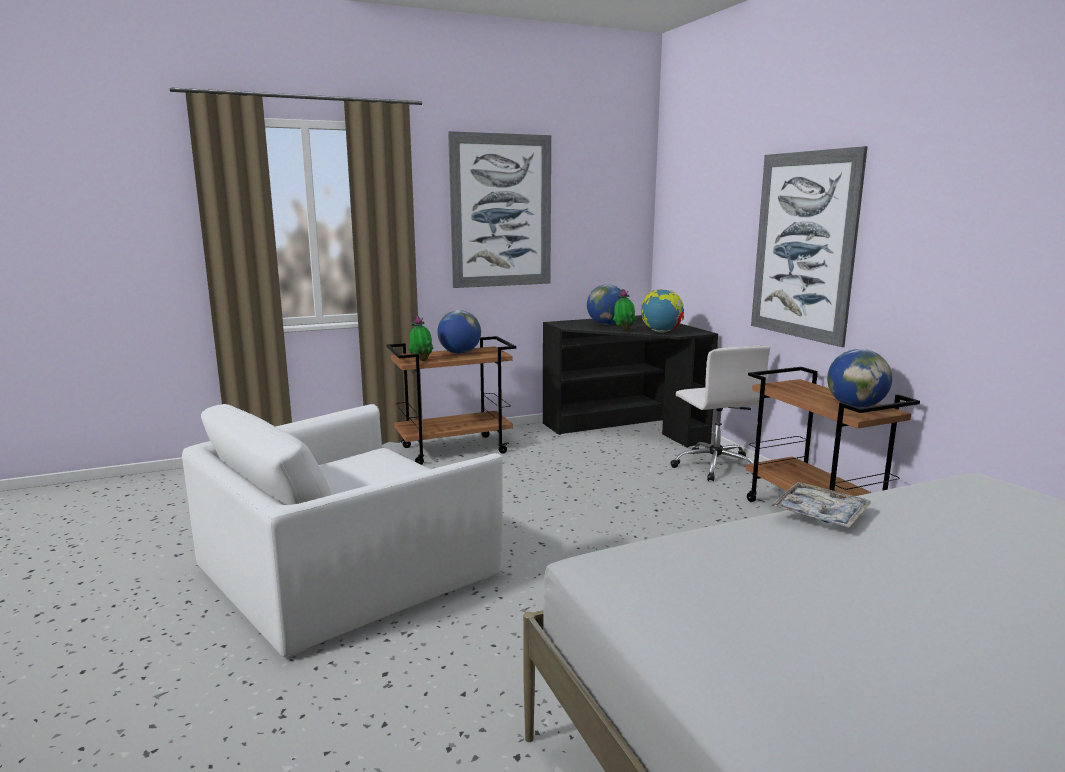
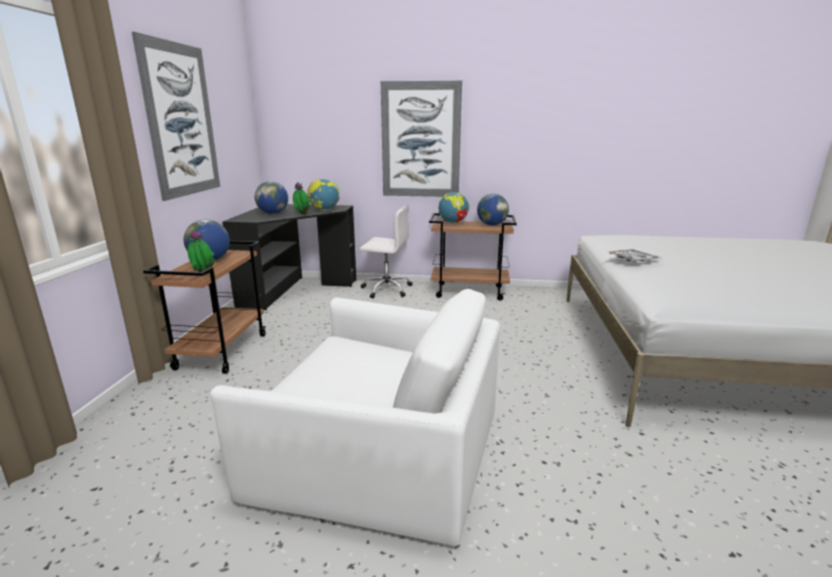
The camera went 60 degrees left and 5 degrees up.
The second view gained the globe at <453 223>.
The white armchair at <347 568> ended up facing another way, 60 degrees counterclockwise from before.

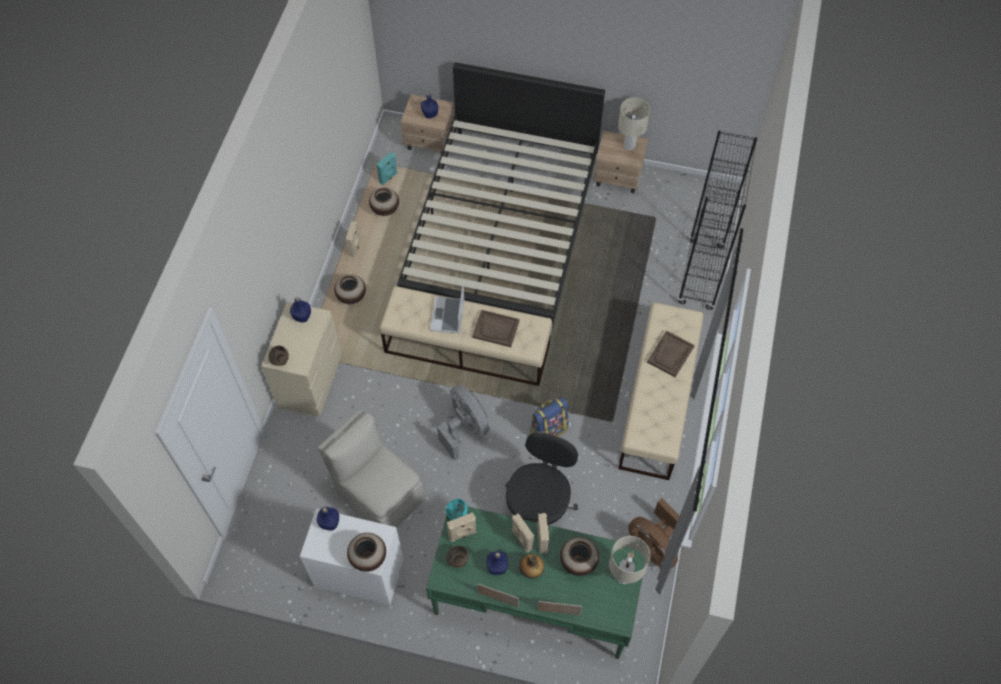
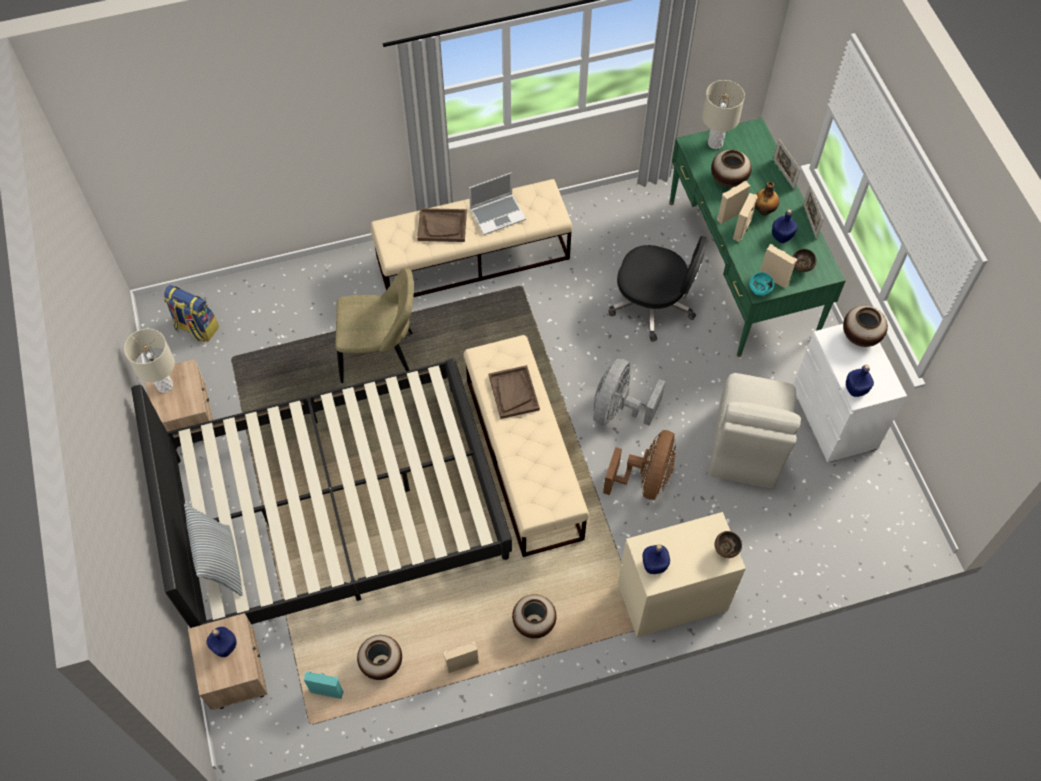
The camera went 120 degrees left and 0 degrees up.
The second view lost the black bookcase at <701 275>.
The second view gained the pillow at <221 563>.
The second view gained the beige chair at <382 357>.
The laptop ended up elsewhere, having gone from <448 316> to <498 214>.
The backpack ended up elsewhere, having gone from <548 429> to <196 328>.
The brown fan ended up elsewhere, having gone from <653 546> to <645 479>.
The black office chair at <538 505> ended up facing another way, 150 degrees counterclockwise from before.

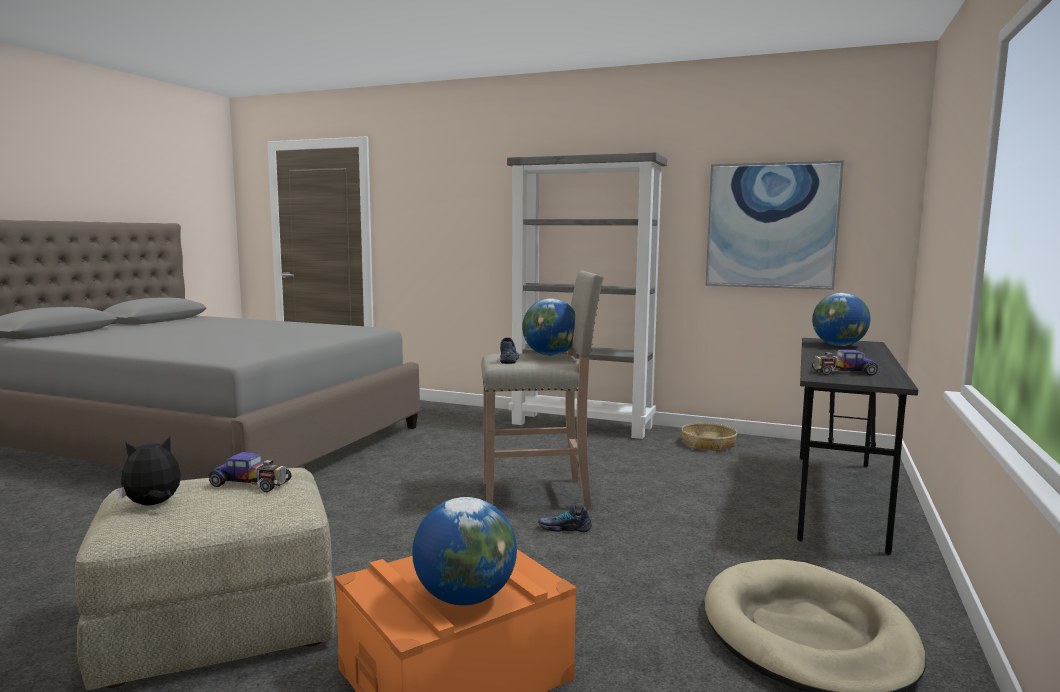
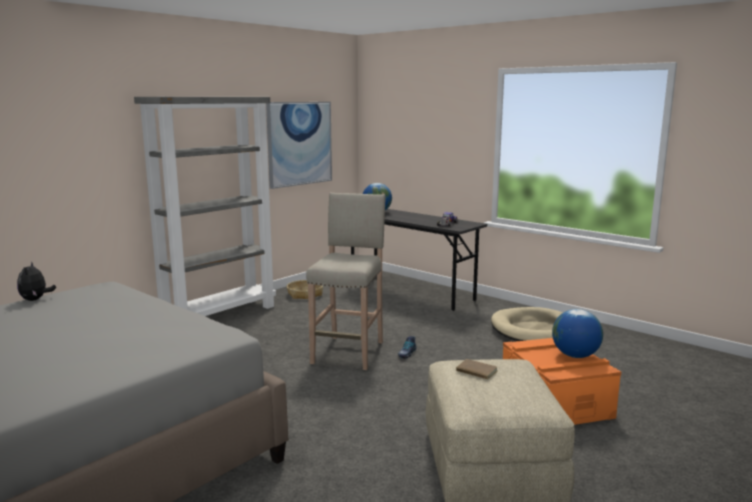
The camera went 70 degrees left and 5 degrees up.
The second view lost the shoe at <509 359>.
The second view lost the globe at <550 355>.
The plush toy ended up elsewhere, having gone from <153 505> to <35 299>.
Where the toy car stood at <251 483>, the brown book came to stand at <476 372>.

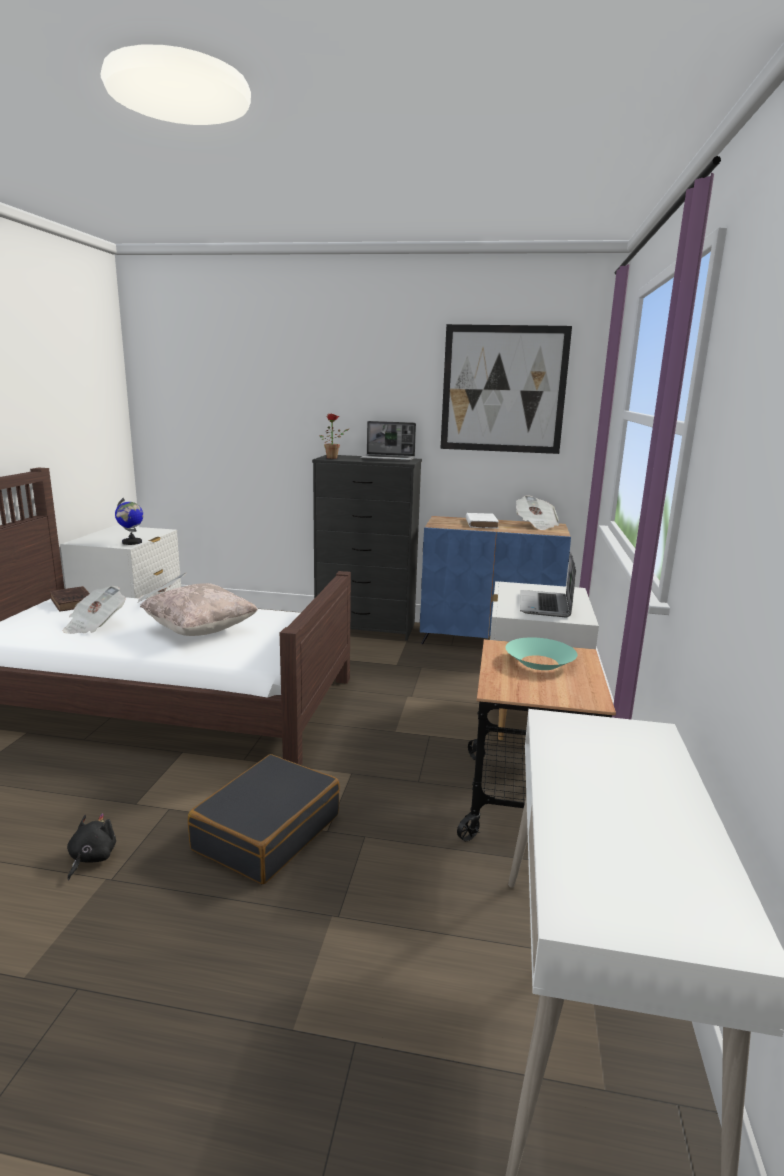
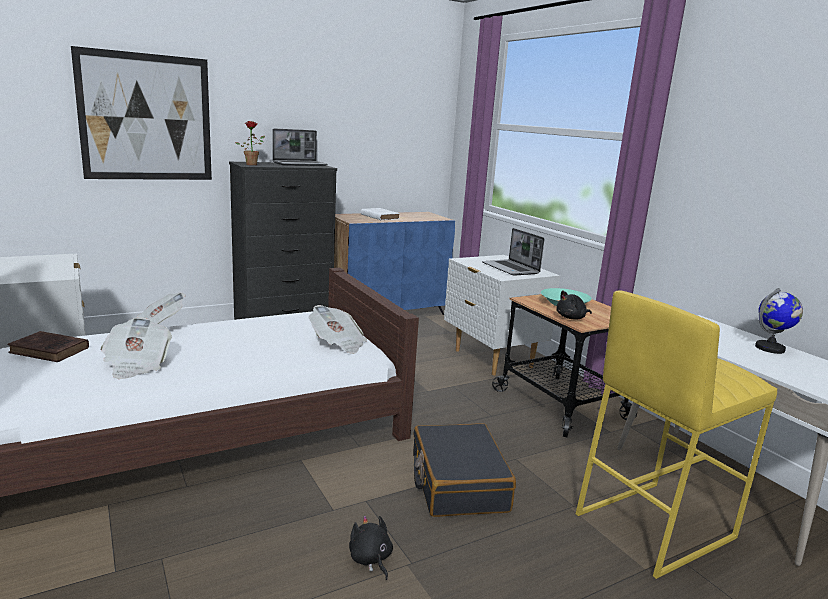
The camera went 40 degrees left and 0 degrees up.
The second view lost the beige pillow at <200 630>.
The second view gained the black plush toy at <572 318>.
The second view gained the yellow stool at <652 525>.
The globe ended up elsewhere, having gone from <132 542> to <770 348>.
The picture ended up elsewhere, having gone from <503 389> to <146 118>.
The newspaper ended up elsewhere, having gone from <536 525> to <338 344>.

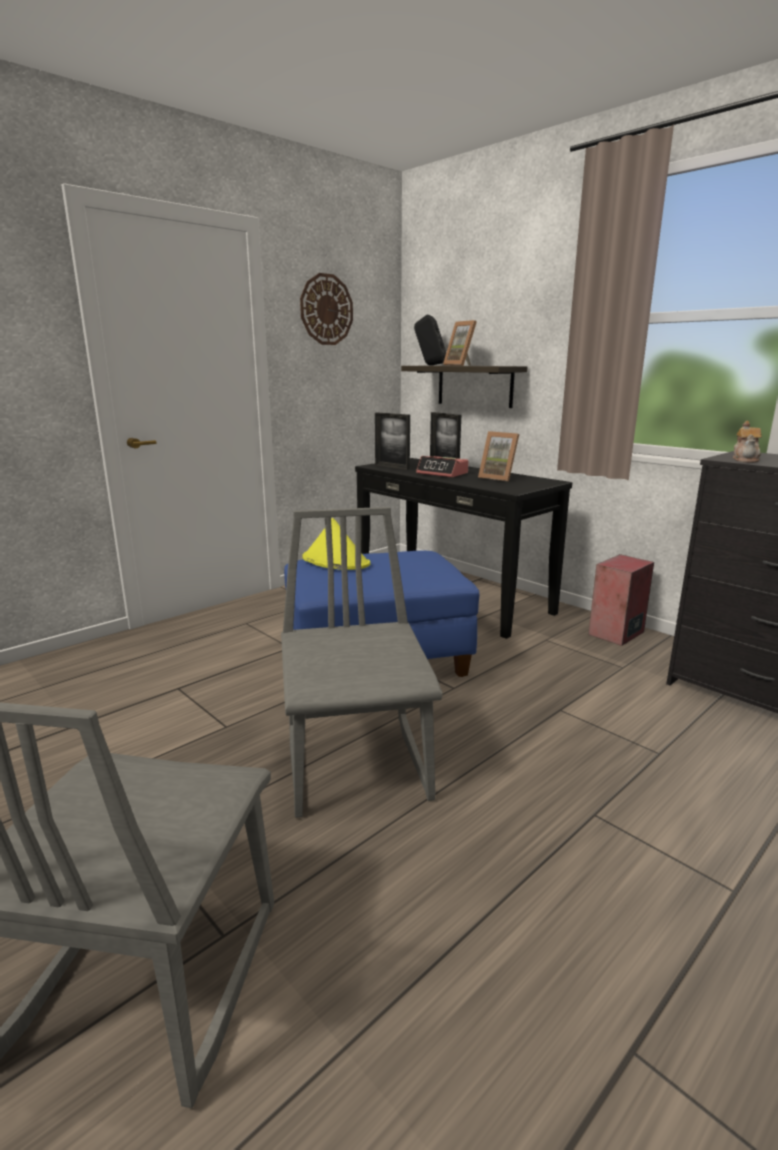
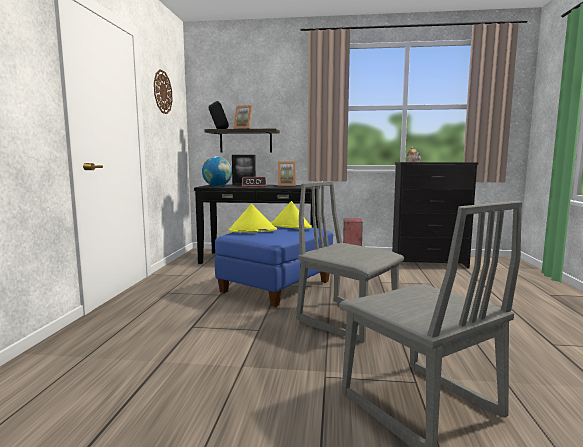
The camera went 40 degrees left and 10 degrees down.
The second view gained the yellow hat at <290 226>.
Where the picture frame stood at <392 467>, the globe came to stand at <217 186>.

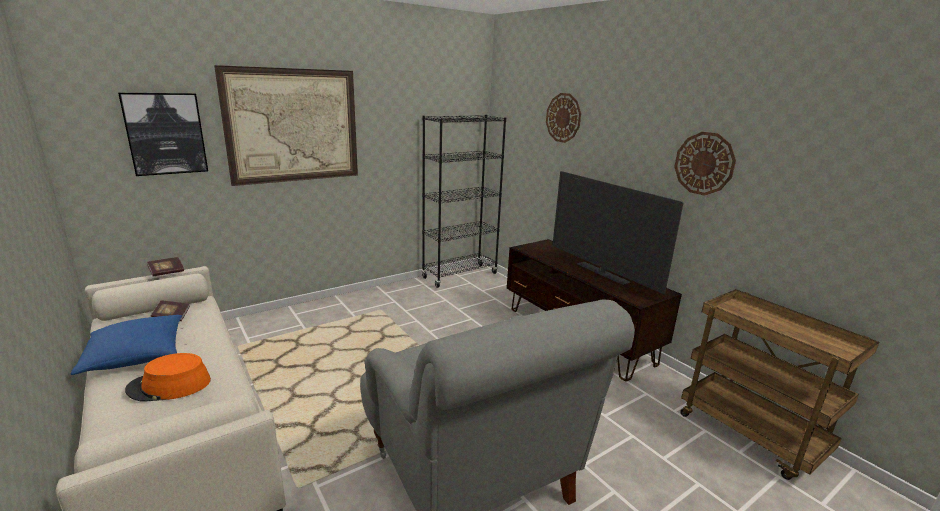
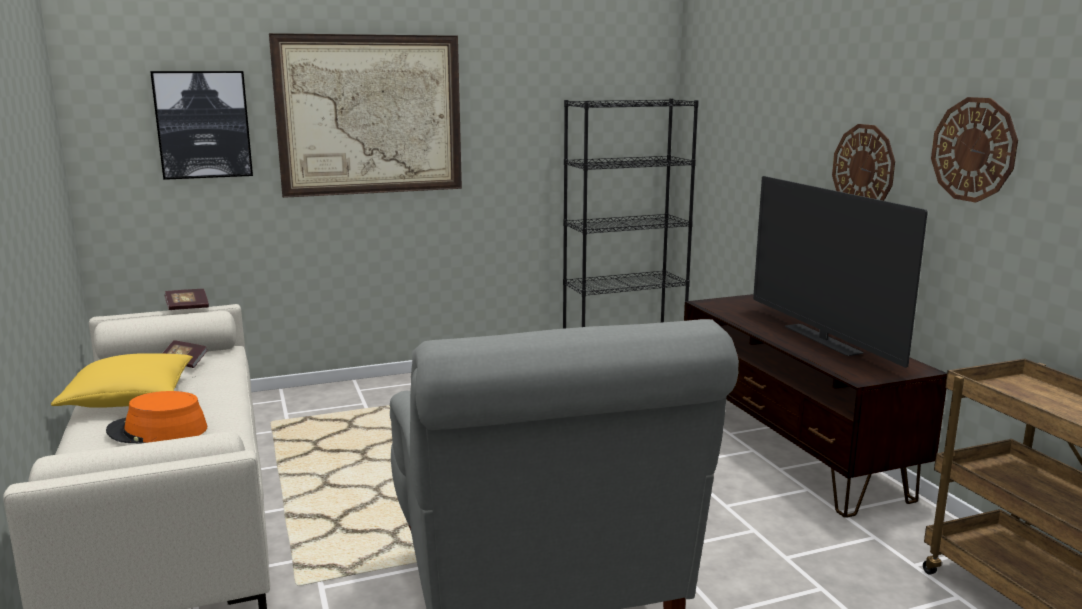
The camera went 15 degrees right and 5 degrees down.
The wall clock ended up elsewhere, having gone from <563 118> to <863 168>.
What was the blue pillow at <135 355> turned into the yellow pillow at <129 399>.

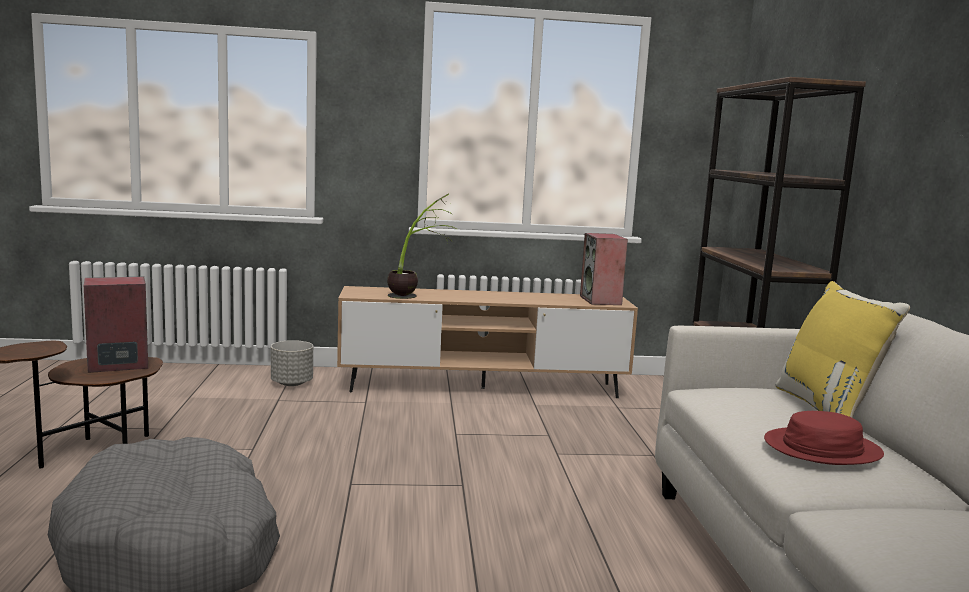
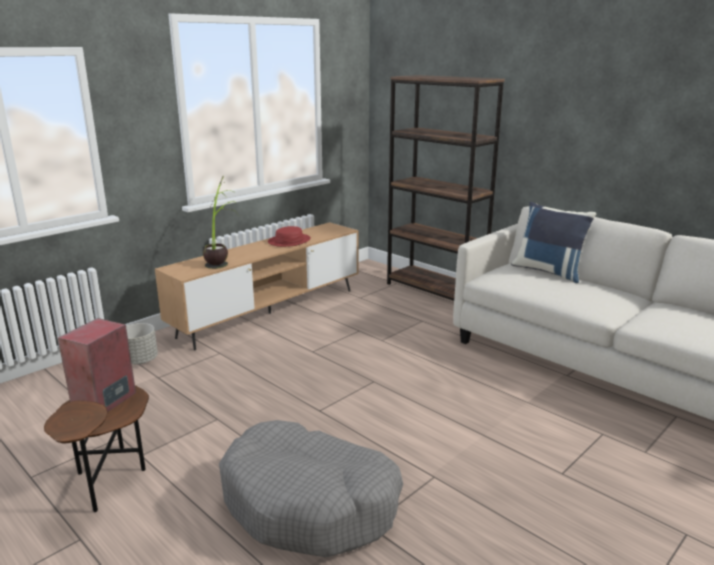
The camera went 40 degrees left and 10 degrees up.
The second view lost the speaker at <601 300>.
The red hat ended up elsewhere, having gone from <822 449> to <289 241>.
What was the yellow pillow at <828 410> turned into the blue pillow at <549 271>.

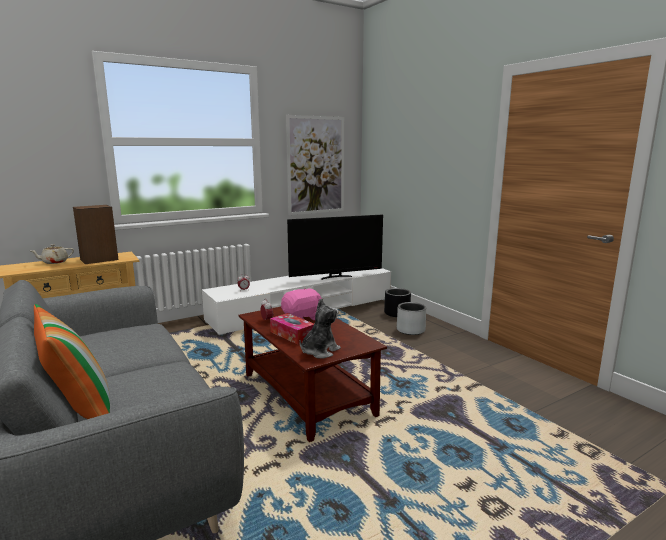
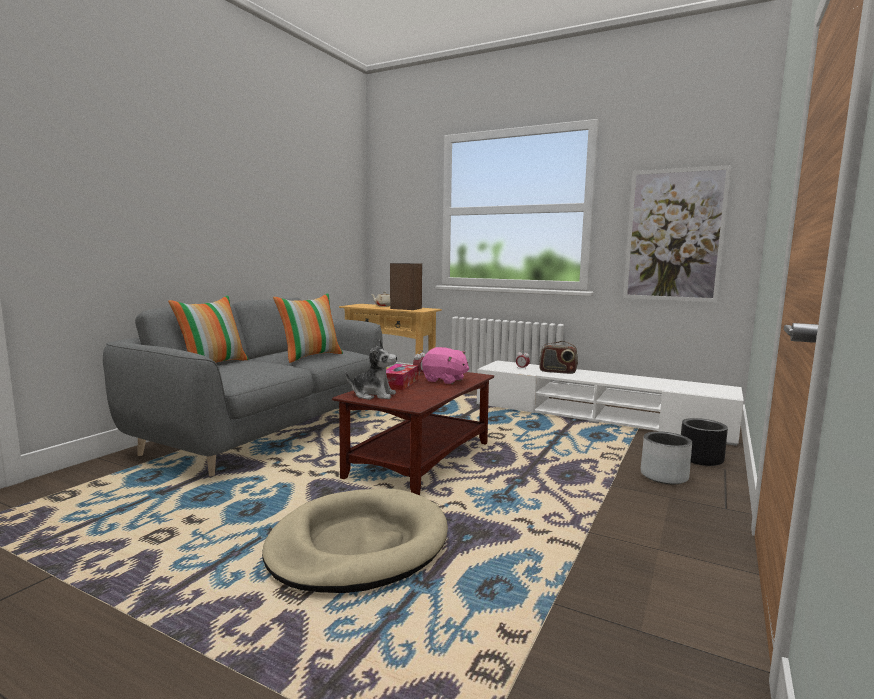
The camera went 60 degrees right and 5 degrees down.
The second view lost the television at <335 277>.
The second view gained the beige dog bed at <358 545>.
The second view gained the pillow at <311 356>.
The second view gained the radio at <557 371>.

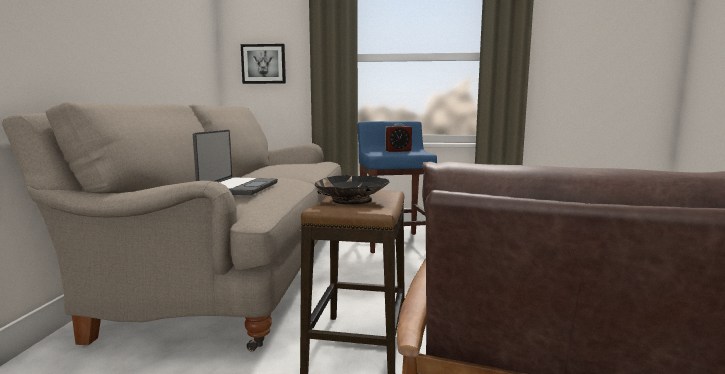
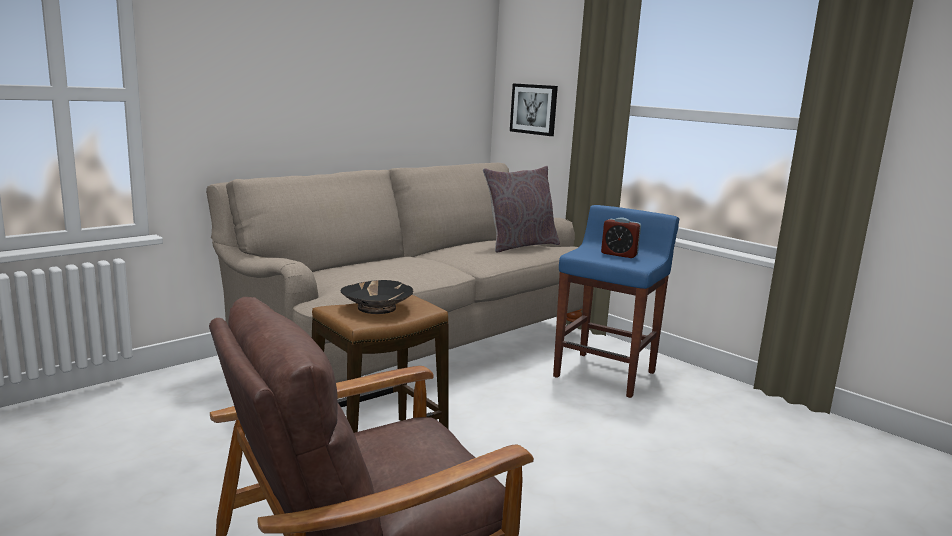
The camera went 40 degrees right and 5 degrees up.
The second view lost the laptop at <238 188>.
The second view gained the grey pillow at <519 245>.

